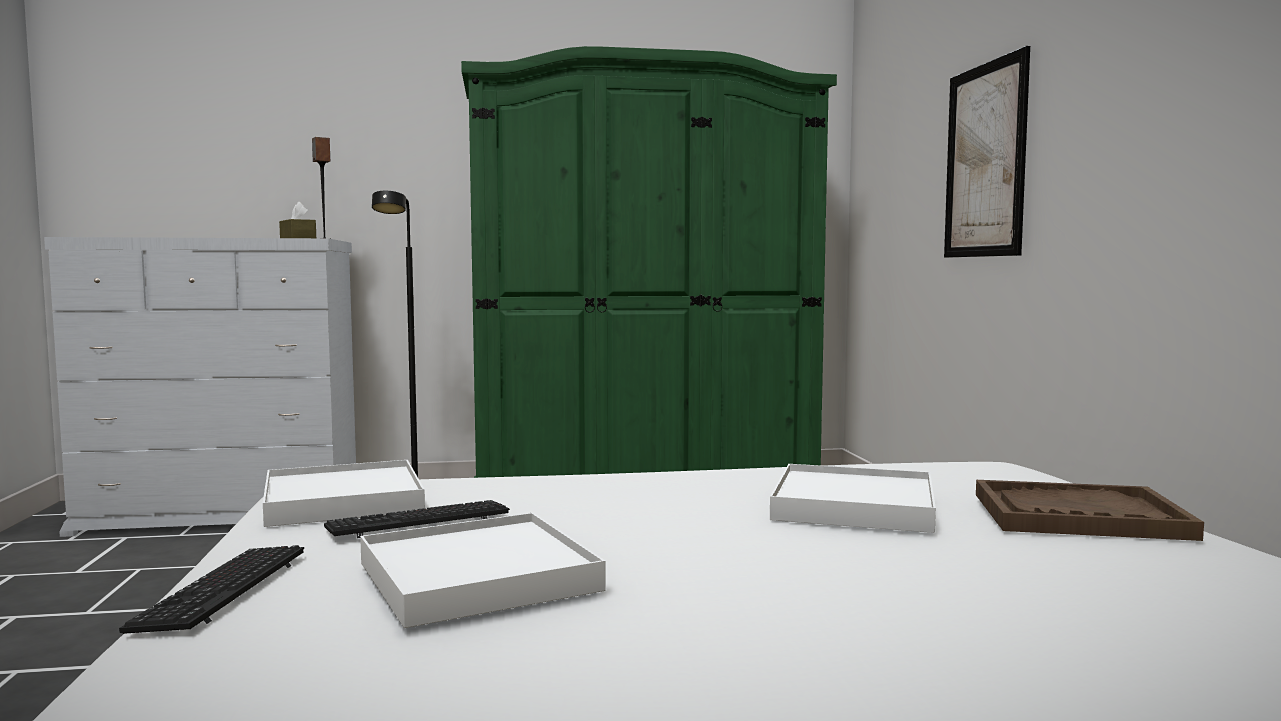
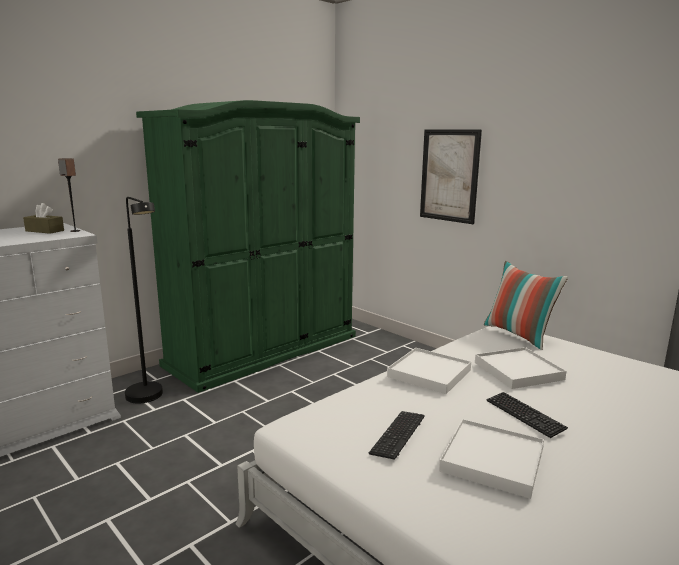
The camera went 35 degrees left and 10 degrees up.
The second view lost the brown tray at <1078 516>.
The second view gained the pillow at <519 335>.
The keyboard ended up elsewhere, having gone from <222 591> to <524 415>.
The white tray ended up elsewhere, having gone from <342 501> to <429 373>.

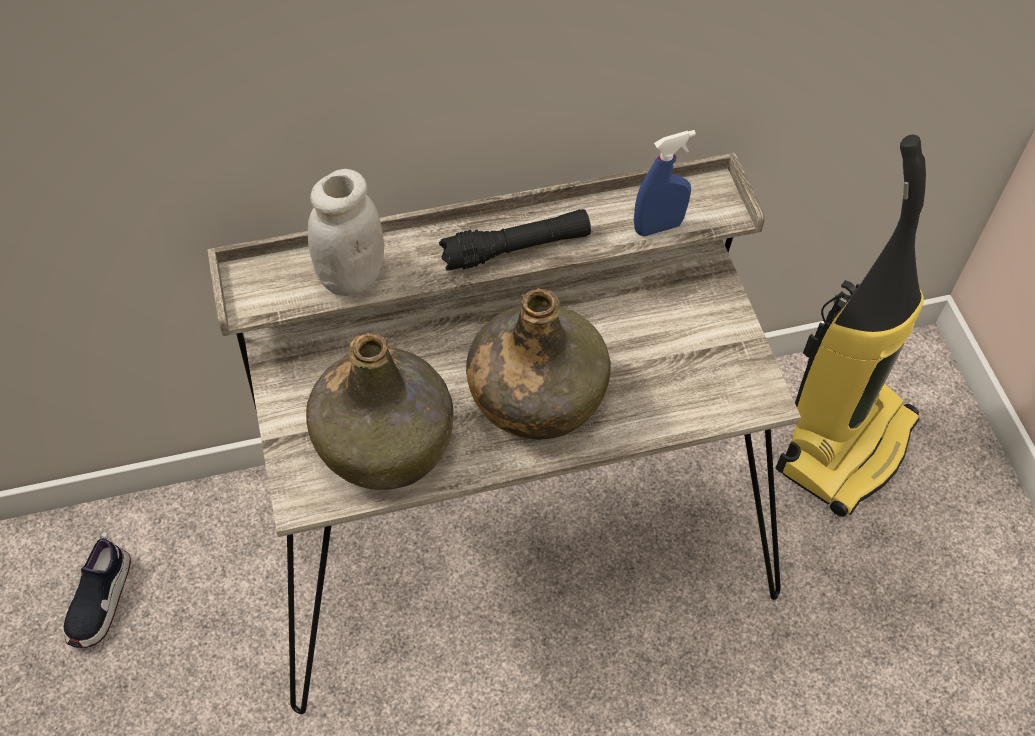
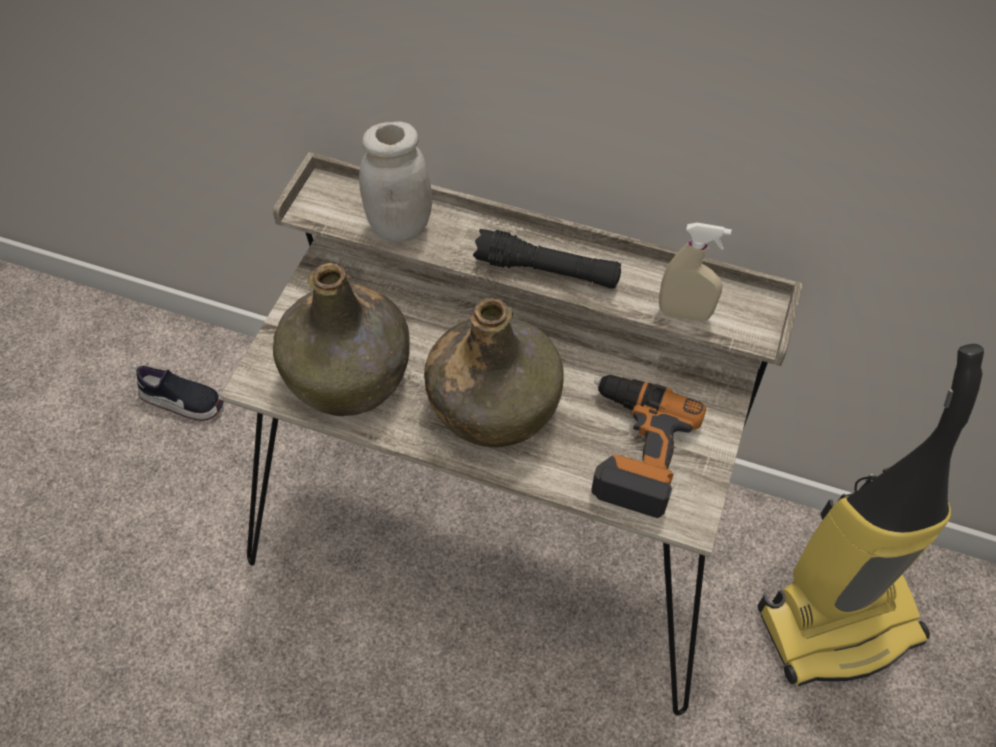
The camera went 35 degrees right and 0 degrees up.
The second view gained the power drill at <632 448>.
What was the blue spray bottle at <658 227> turned into the beige spray bottle at <684 313>.
The shoe at <100 600> ended up facing another way, 120 degrees counterclockwise from before.

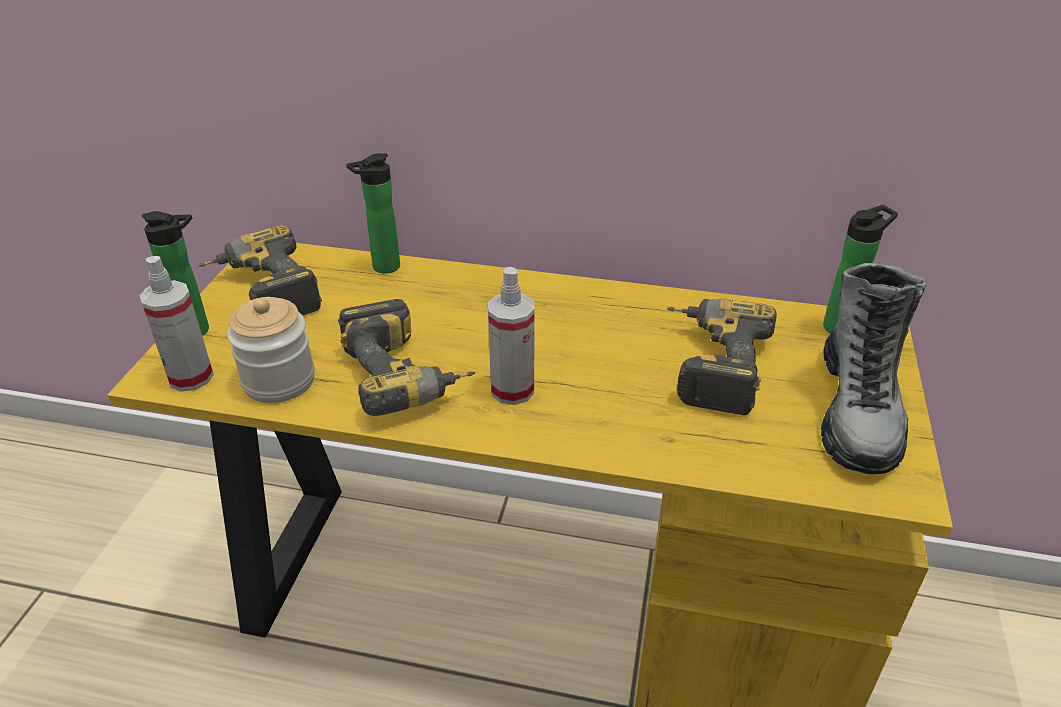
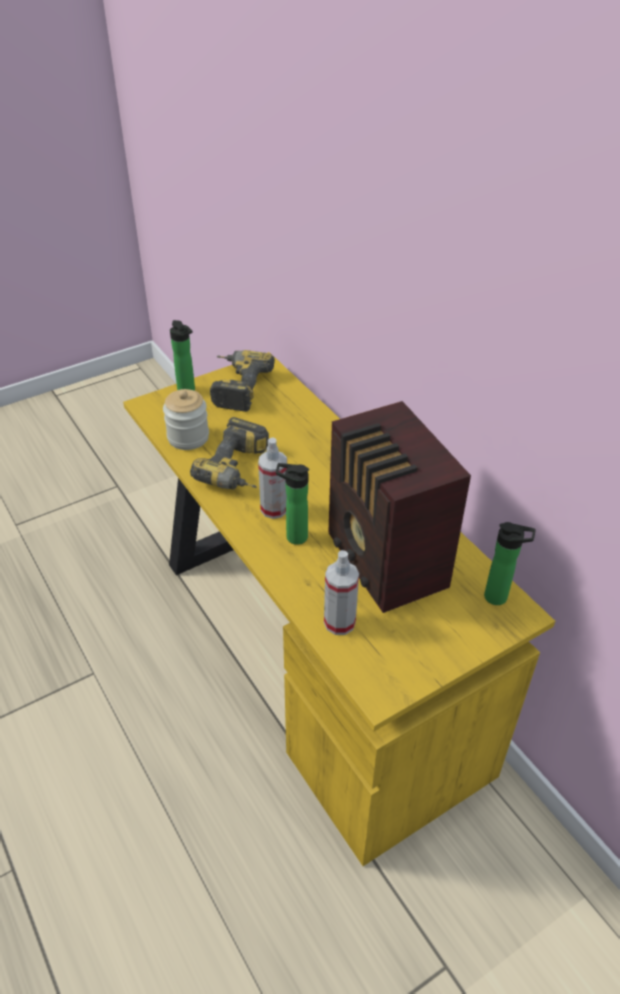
The camera went 45 degrees right and 5 degrees up.
The second view lost the boot at <857 410>.
The spray bottle ended up elsewhere, having gone from <191 377> to <339 622>.
The bottle ended up elsewhere, having gone from <382 268> to <293 536>.
Where the power drill stood at <708 365>, the radio came to stand at <385 563>.

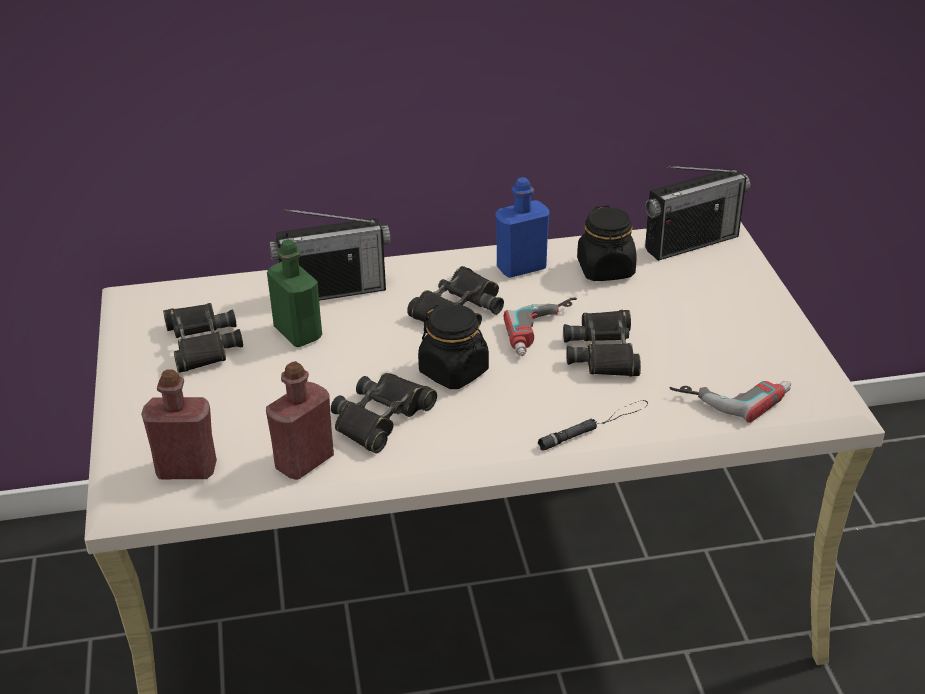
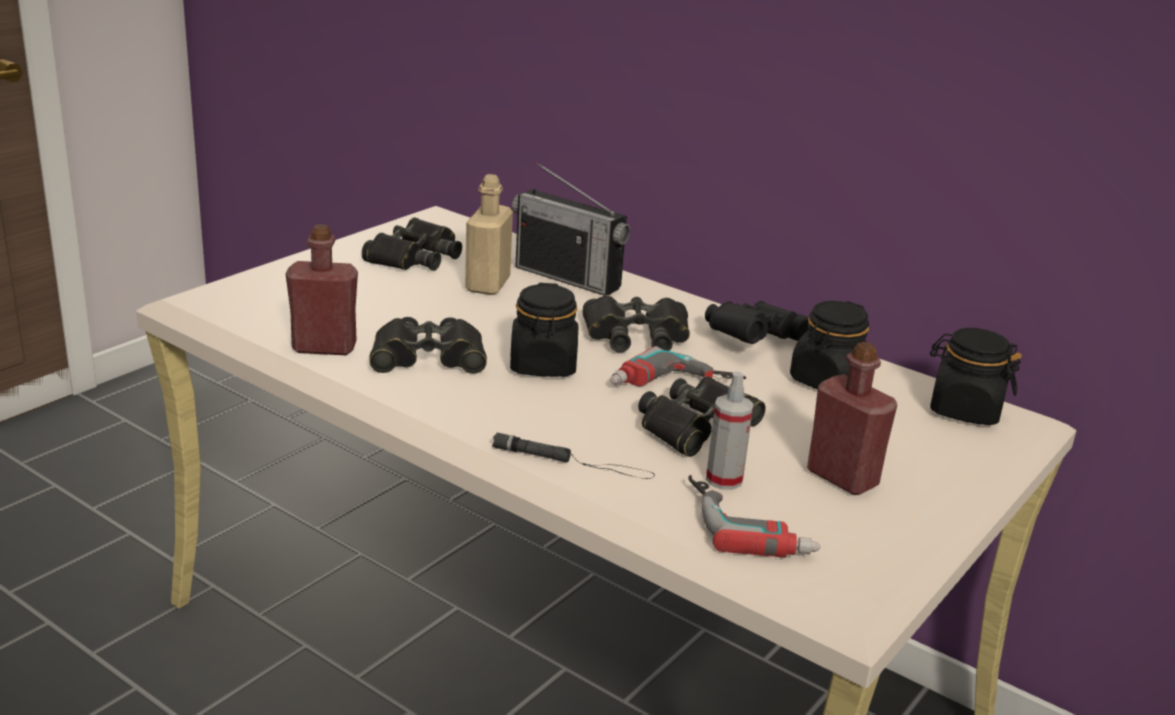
The camera went 45 degrees right and 10 degrees down.
The second view gained the spray bottle at <724 479>.
The red bottle ended up elsewhere, having gone from <186 469> to <842 477>.
Where the blue bottle stood at <521 267>, the black binoculars came to stand at <751 341>.
Where the radio stood at <691 243>, the black jar came to stand at <964 410>.
What was the green bottle at <298 333> turned into the beige bottle at <487 285>.

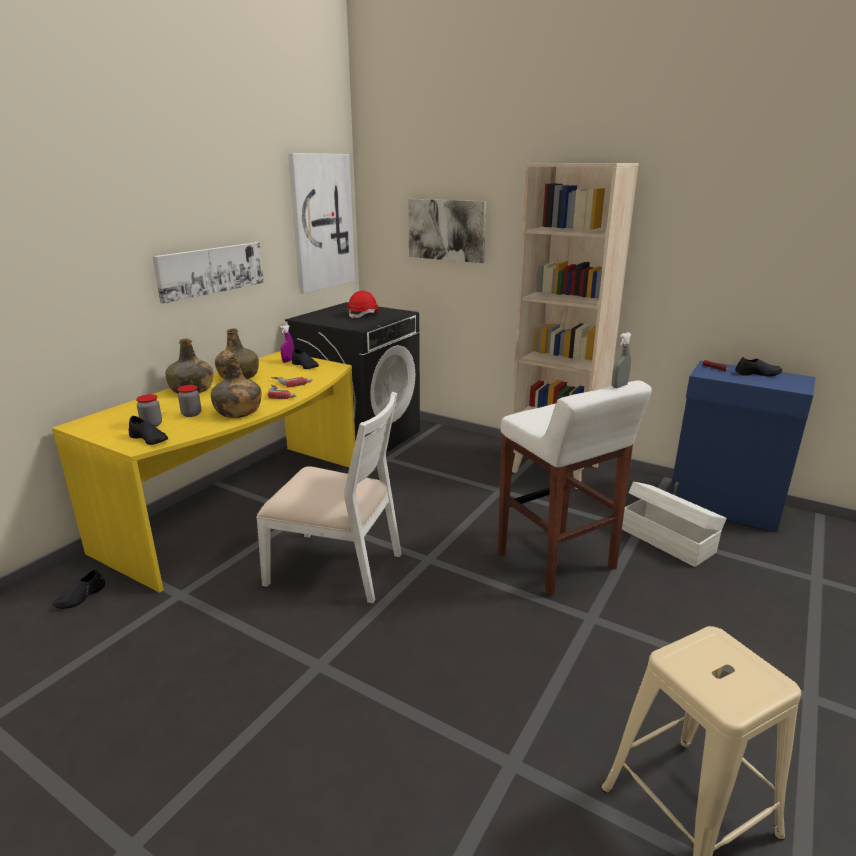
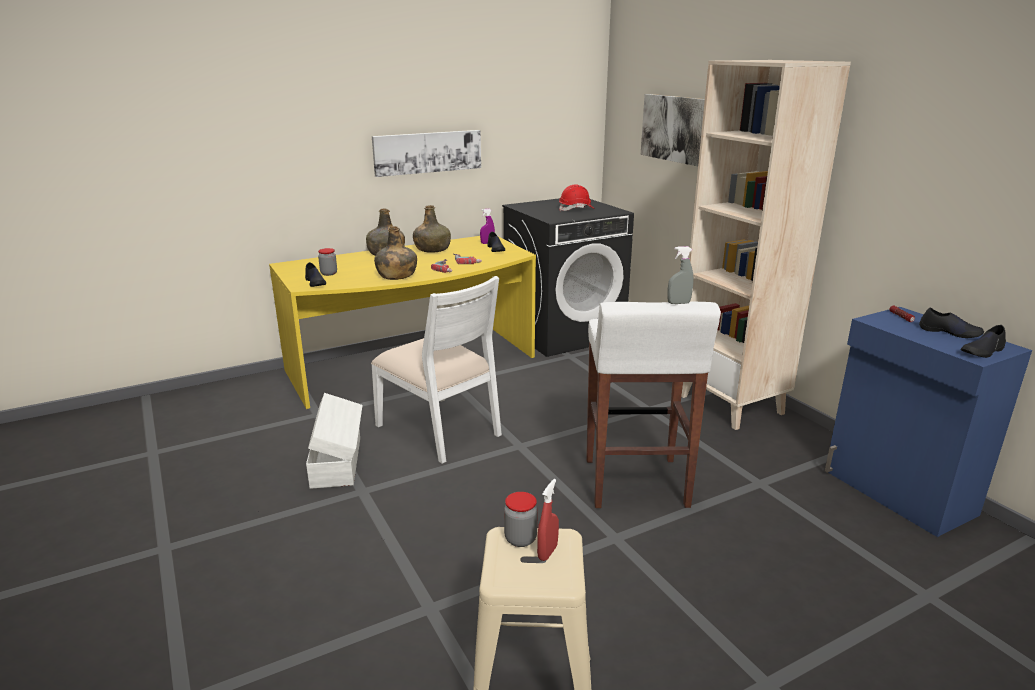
The camera went 30 degrees right and 0 degrees up.
The second view lost the picture at <321 222>.
The second view gained the red spray bottle at <547 552>.
The black shoe ended up elsewhere, having gone from <80 597> to <982 351>.
The jar ended up elsewhere, having gone from <191 414> to <520 539>.
The white storage box ended up elsewhere, having gone from <667 539> to <338 461>.

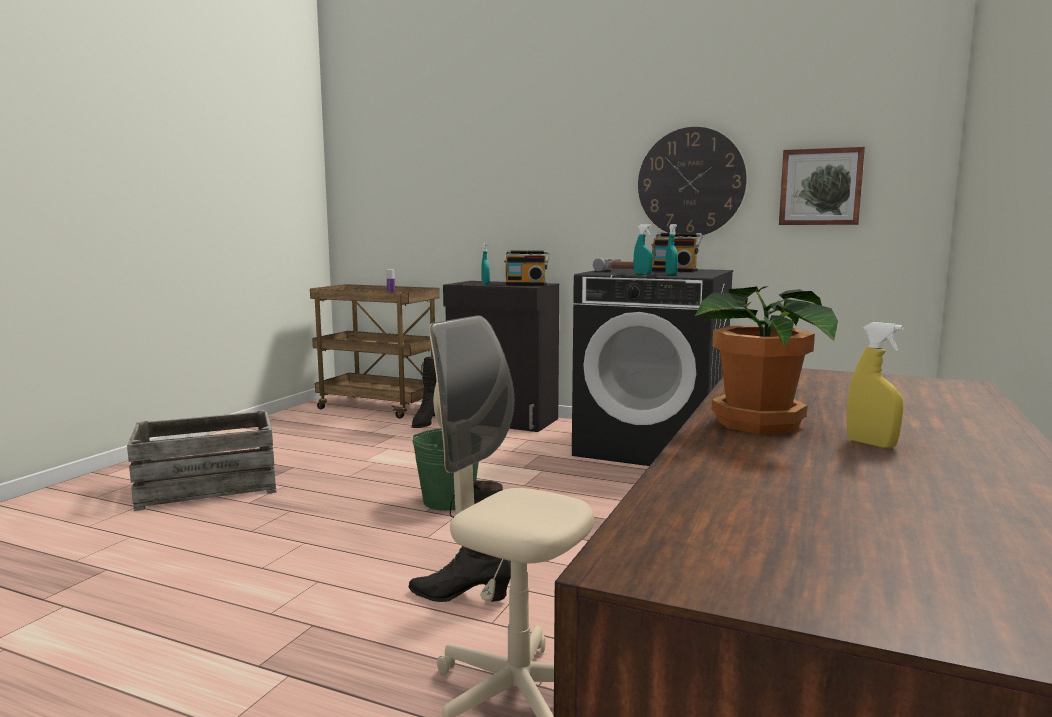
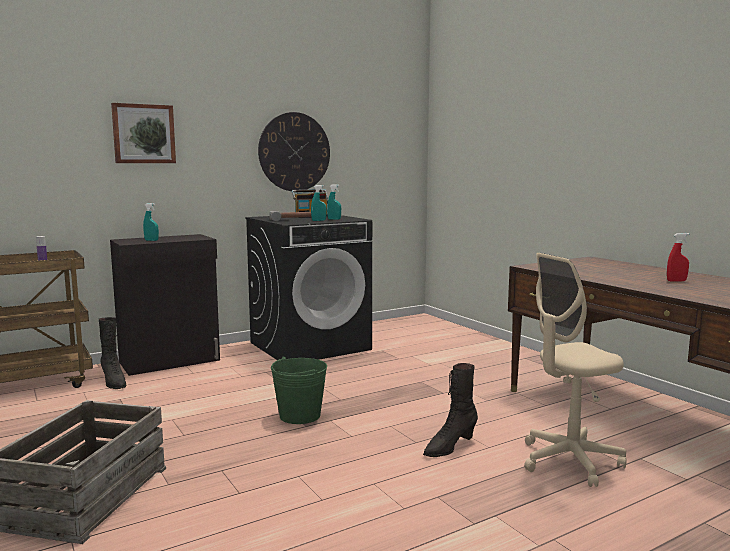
The camera went 55 degrees left and 0 degrees up.
The second view lost the radio at <526 284>.
The second view lost the potted plant at <758 424>.
The picture ended up elsewhere, having gone from <820 187> to <143 134>.
What was the yellow spray bottle at <871 444> turned into the red spray bottle at <676 281>.

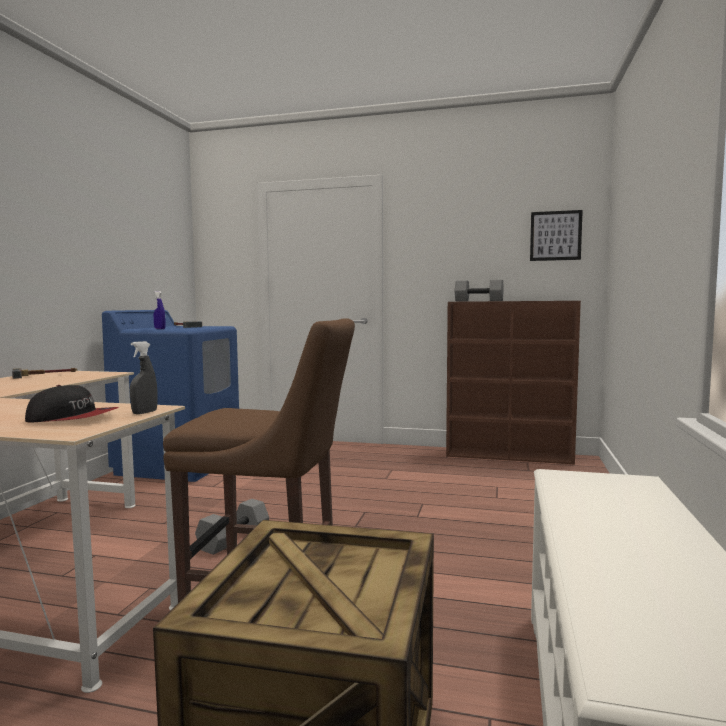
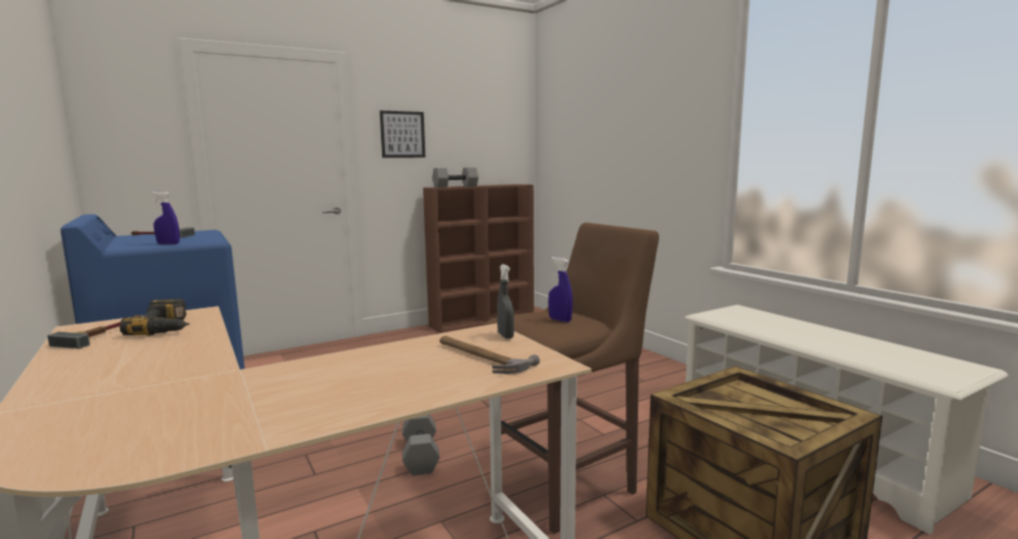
The camera went 45 degrees left and 5 degrees up.
The second view gained the power drill at <167 327>.
The second view gained the blue spray bottle at <560 320>.
The picture ended up elsewhere, having gone from <555 236> to <402 134>.
Where the cap stood at <73 418>, the hammer came to stand at <480 357>.

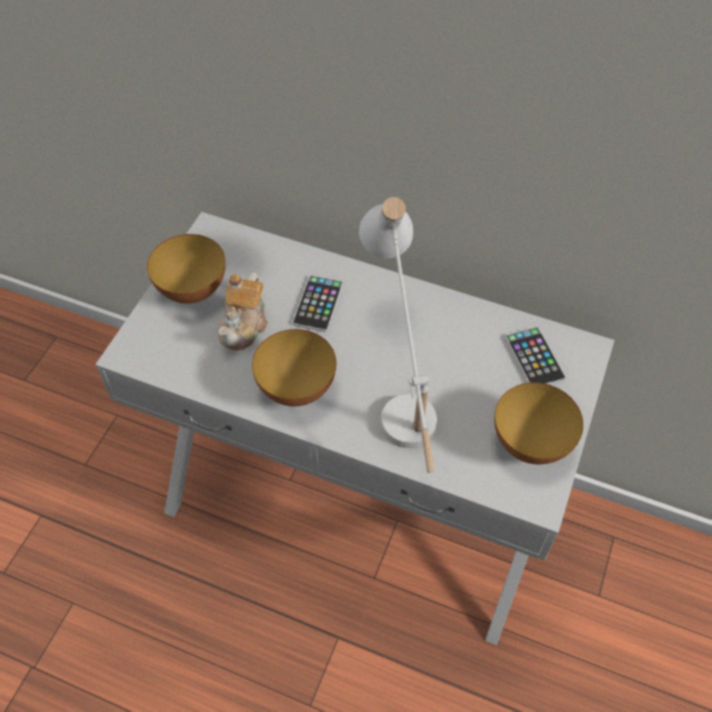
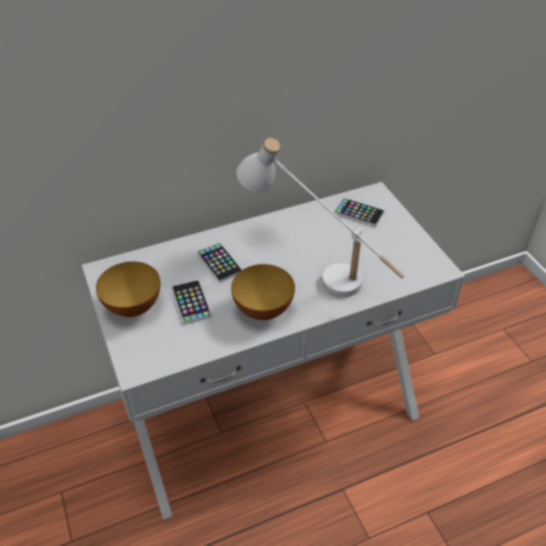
The camera went 45 degrees left and 10 degrees down.
The second view lost the bowl at <530 443>.
Where the teapot stood at <244 325>, the phone came to stand at <191 302>.

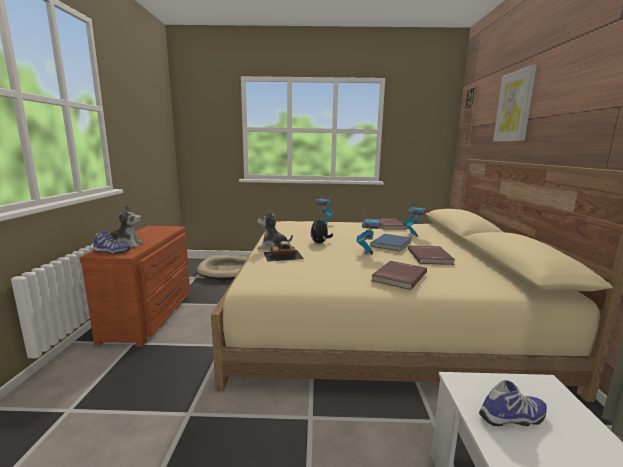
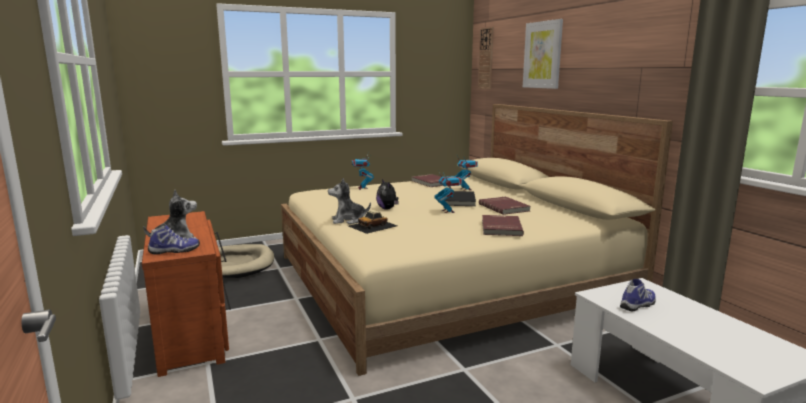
The camera went 25 degrees left and 0 degrees up.
What was the blue book at <392 244> turned into the black book at <460 200>.

